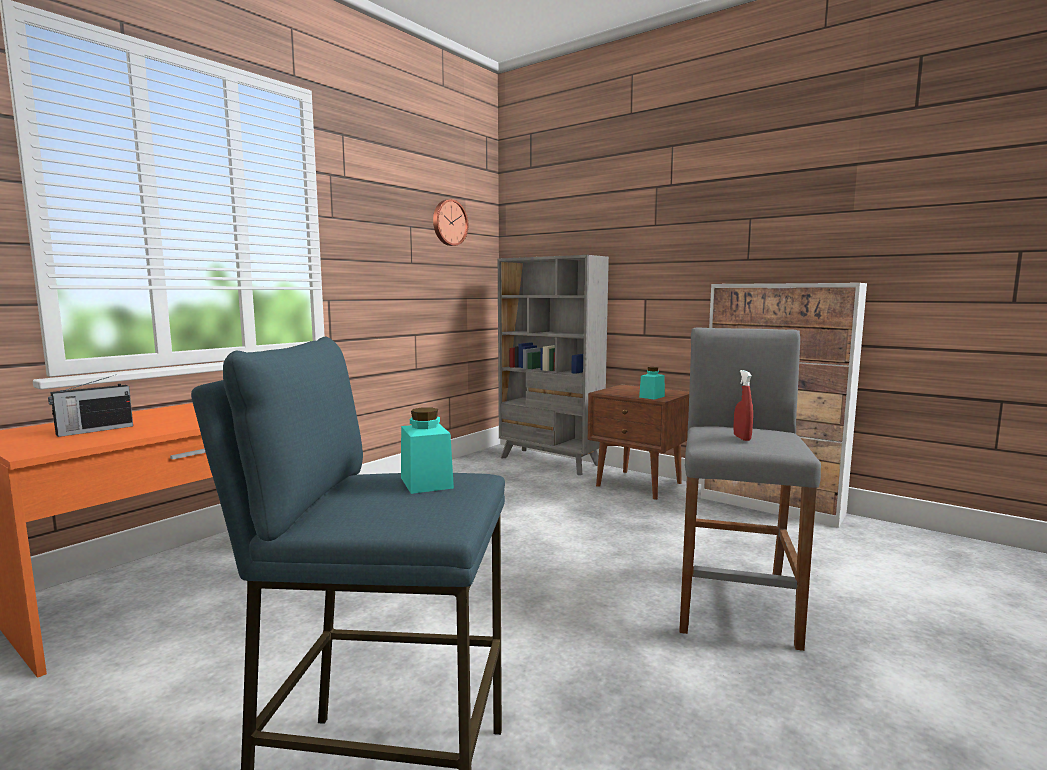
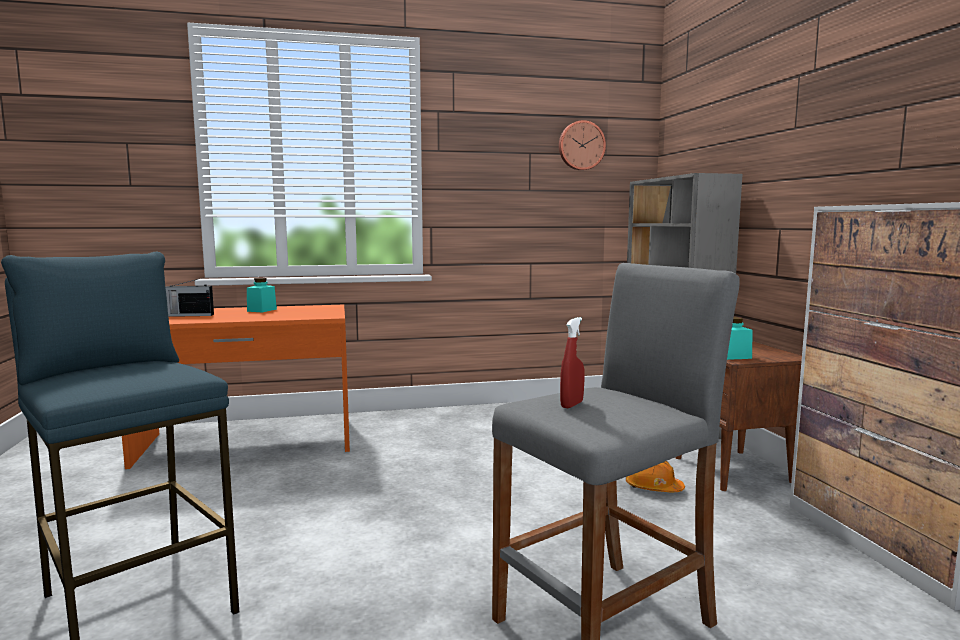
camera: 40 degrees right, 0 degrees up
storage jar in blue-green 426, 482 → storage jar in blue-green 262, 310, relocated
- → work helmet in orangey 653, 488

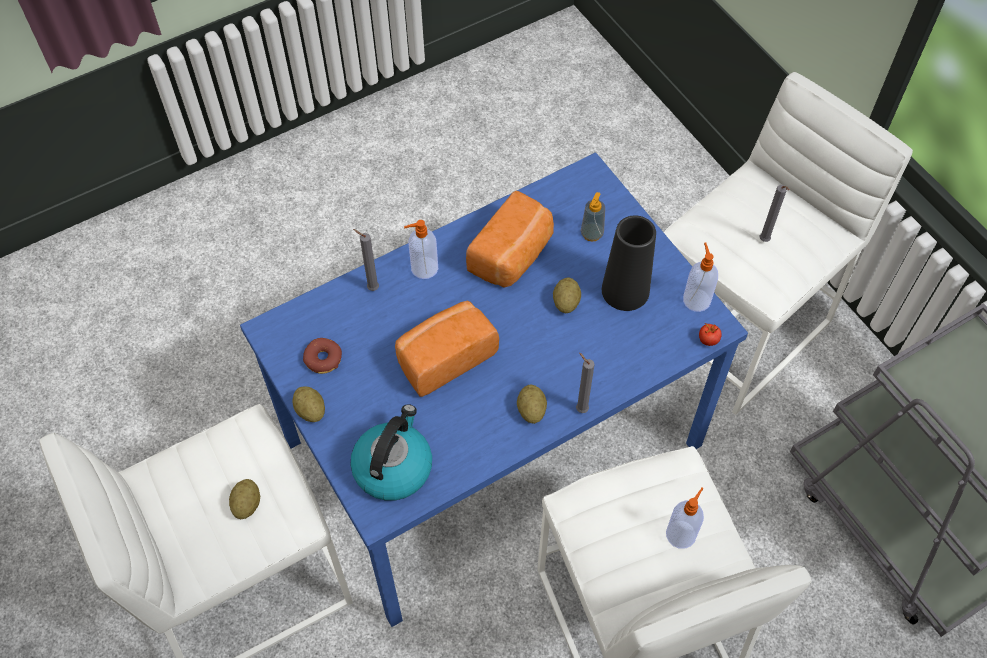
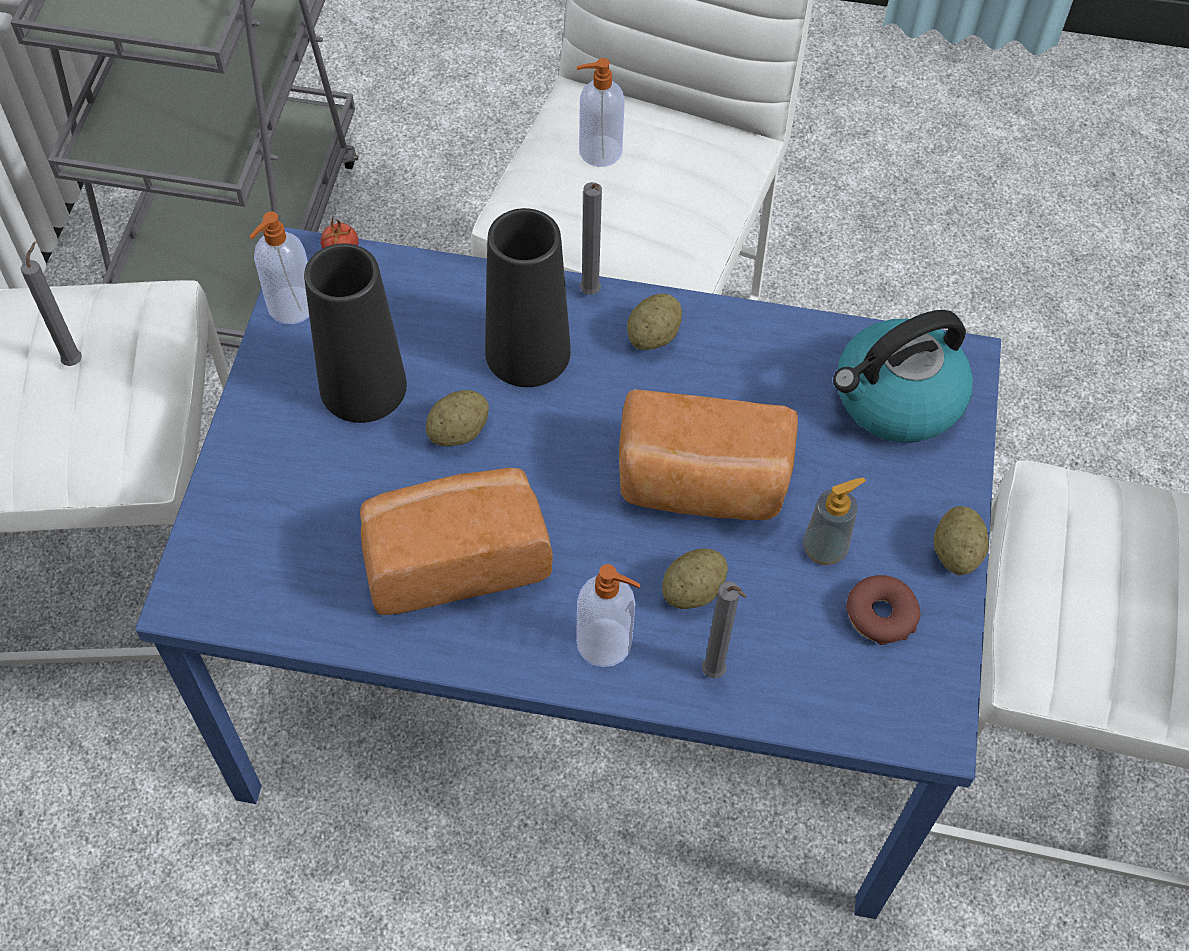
camera: 140 degrees left, 0 degrees up
whole potato 247, 504 → whole potato 693, 590, relocated
liquid soap bottle 591, 234 → liquid soap bottle 824, 548, relocated
- → vase in blackish 527, 352

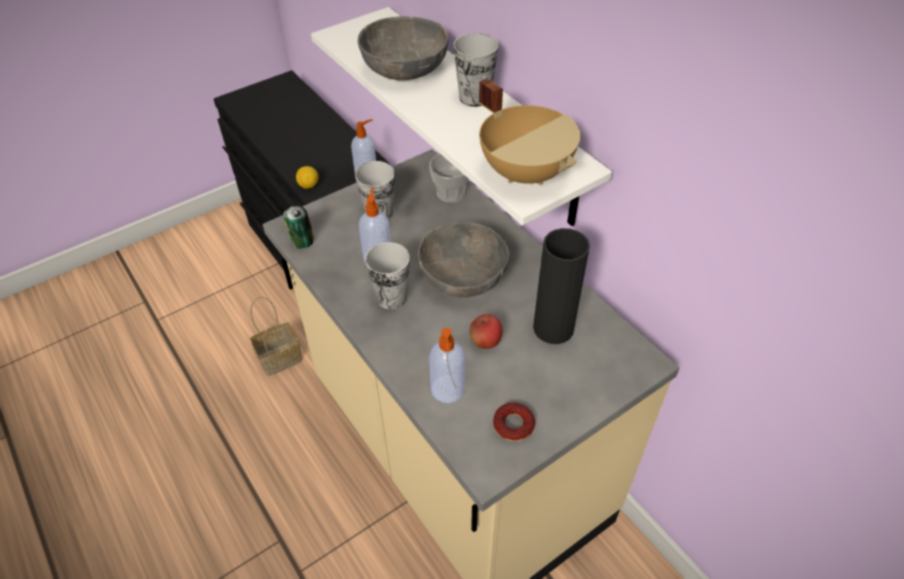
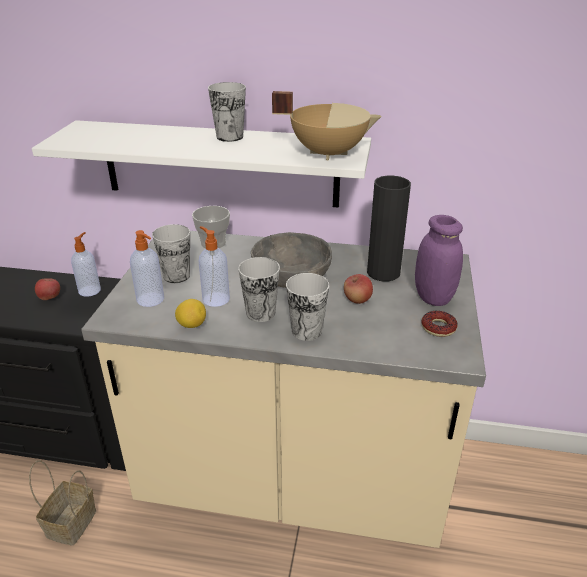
camera: 45 degrees left, 15 degrees down
sealed can 302, 242 → -
lemon 308, 185 → lemon 192, 325, relocated
deep dish in greyish 405, 70 → -
liquid soap bottle 447, 390 → liquid soap bottle 151, 299, relocated
- → apple 49, 298
- → small cup 306, 331
- → storage jar in purple 433, 297

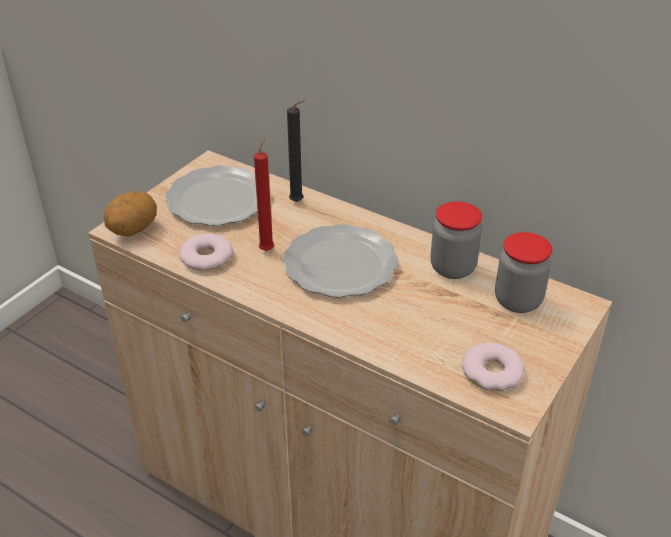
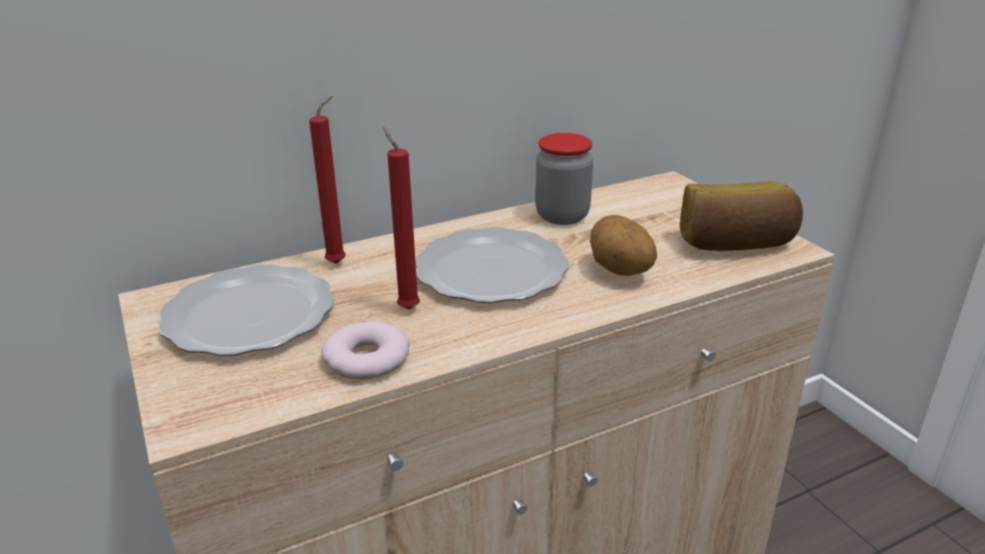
camera: 60 degrees left, 10 degrees down
whole potato 133, 230 → whole potato 619, 271, relocated
wax light in blackish 298, 202 → wax light in red-coloured 339, 262
doughnut 492, 372 → baked bread 736, 243
storage jar 518, 301 → -

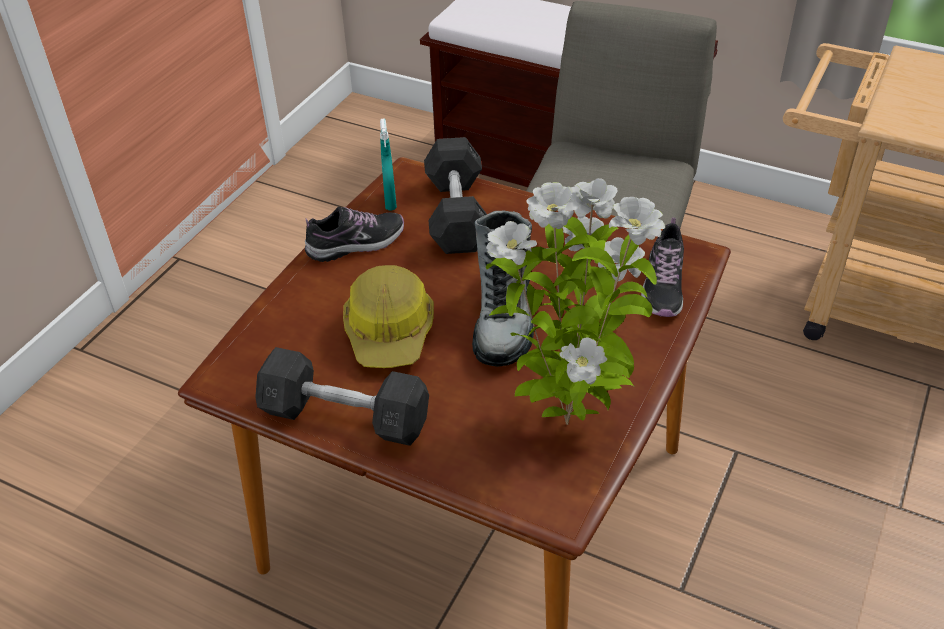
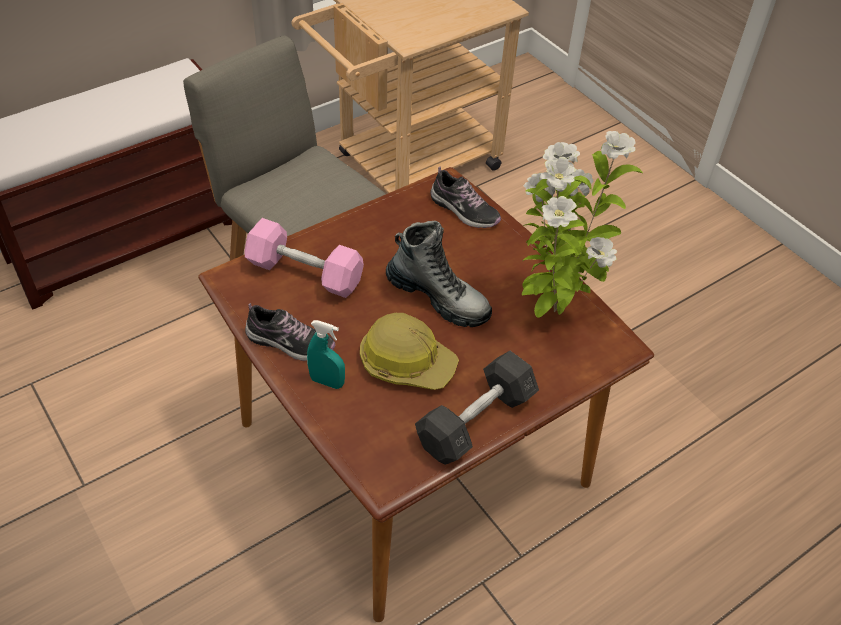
camera: 65 degrees left, 5 degrees up
item of footwear 356, 244 → item of footwear 290, 343, 105 degrees clockwise
sprayer in blue-green 390, 201 → sprayer in blue-green 327, 382, relocated
hand weight in greyish 456, 214 → hand weight in pink 305, 273

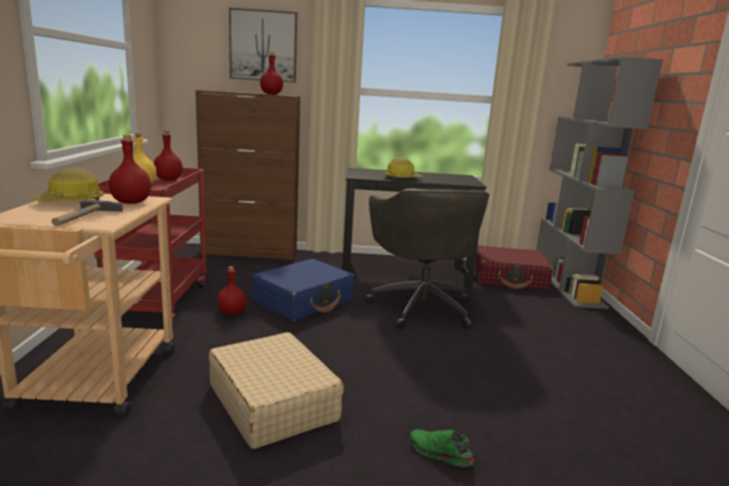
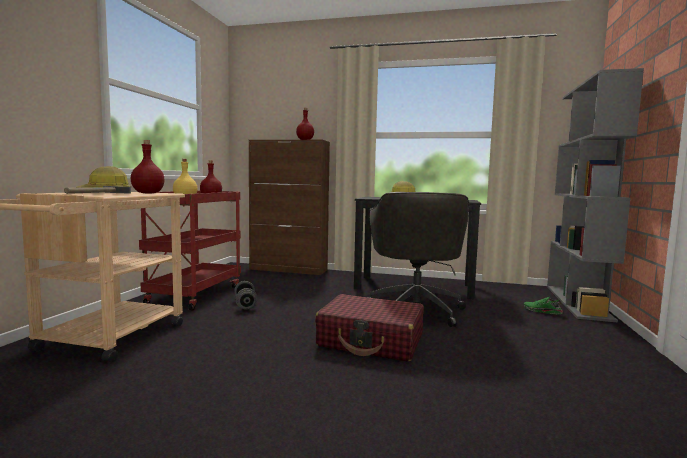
camera: 15 degrees right, 10 degrees down
suitcase in sand-coloured 273, 402 → -
bottle in red-coloured 231, 313 → hand weight in greyish 245, 304
wall art 263, 46 → -
suitcase in blue 304, 301 → -
item of footwear in greenish 439, 454 → item of footwear in greenish 542, 312, relocated
suitcase in red-coloured 509, 278 → suitcase in red-coloured 371, 341, relocated

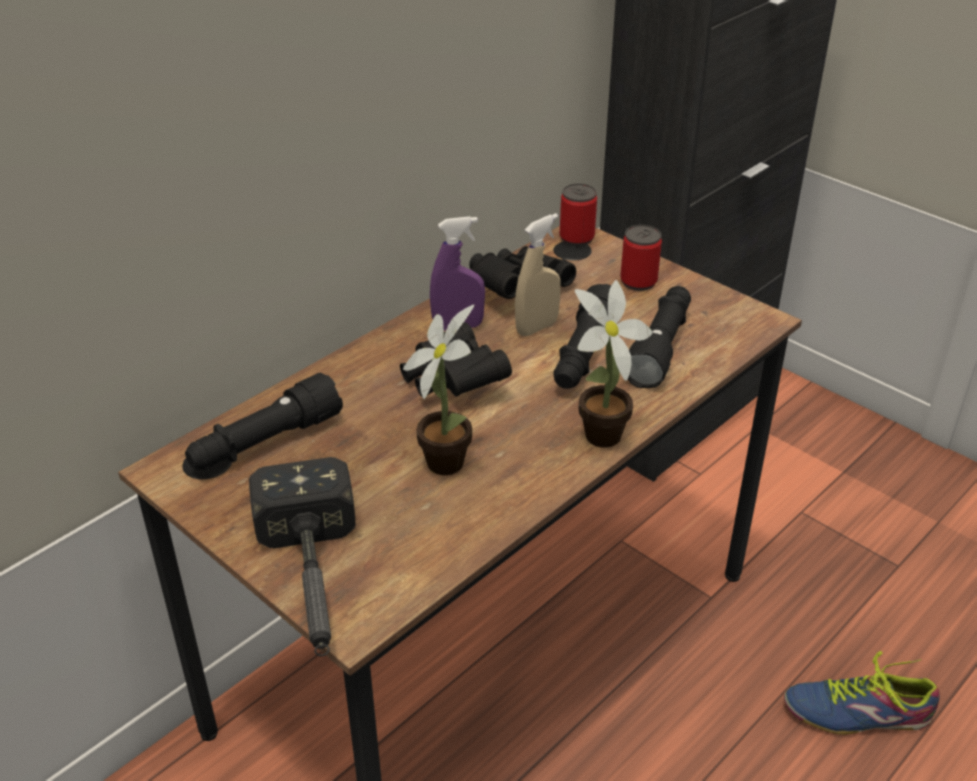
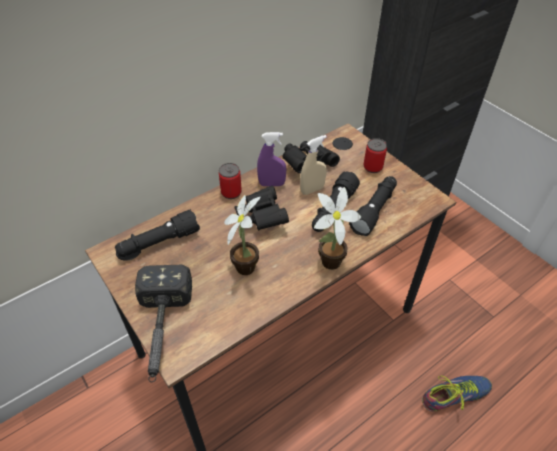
camera: 10 degrees right, 10 degrees up
sealed can 576, 238 → sealed can 231, 192, relocated
item of footwear 858, 713 → item of footwear 454, 395, 150 degrees clockwise

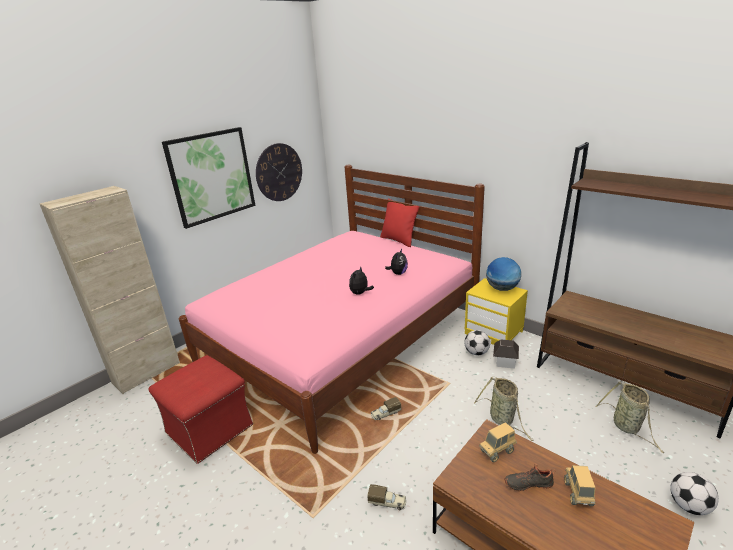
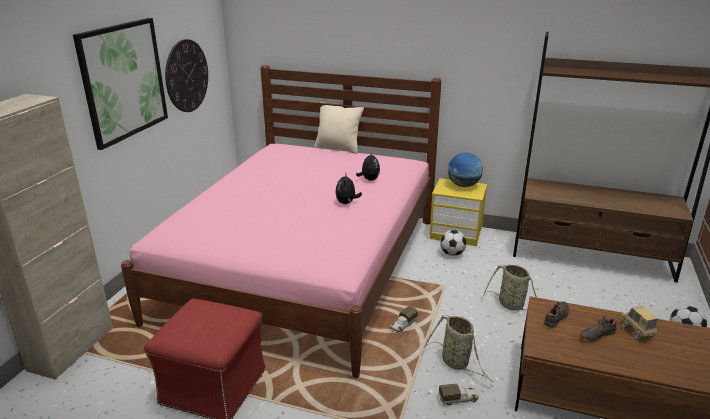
camera: 25 degrees left, 0 degrees up
throw pillow in red-coloured 399, 240 → throw pillow in sand-coloured 338, 148
toy lorry 497, 451 → item of footwear in blackish 556, 318
miniature house 505, 361 → -
household basket 627, 427 → household basket 457, 363, relocated

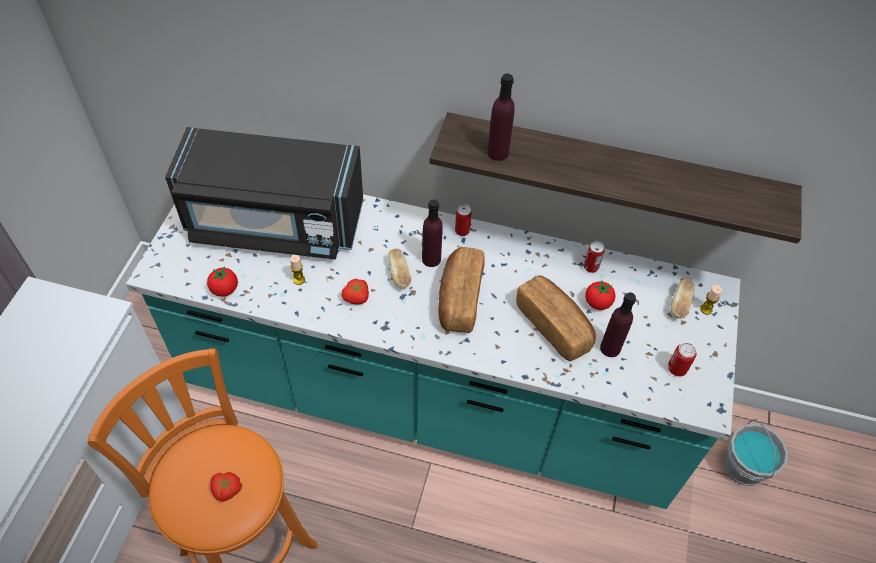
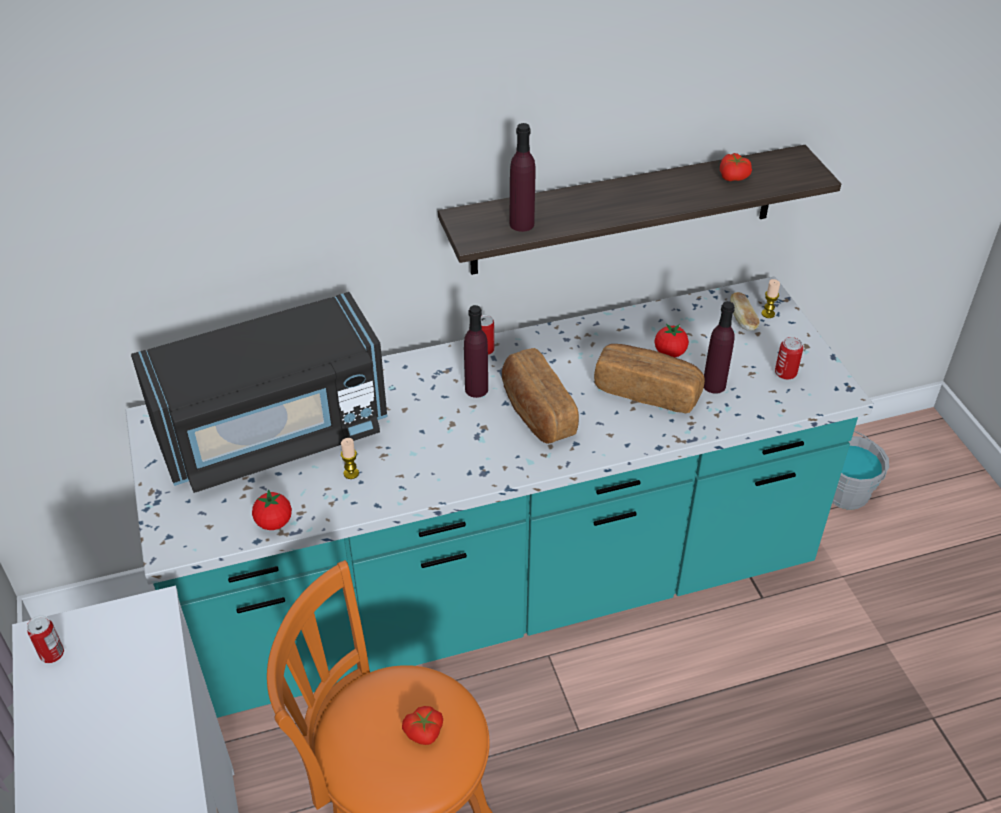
camera: 30 degrees left, 10 degrees down
fresh tomato 357, 297 → fresh tomato 734, 177, relocated
baked bread 399, 274 → -
sealed can 590, 267 → sealed can 52, 654, relocated

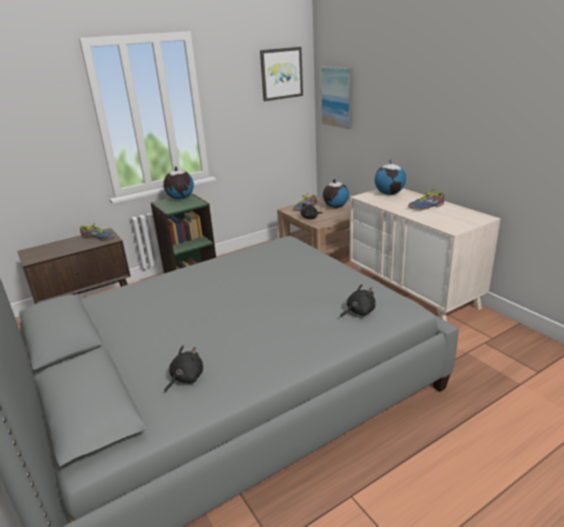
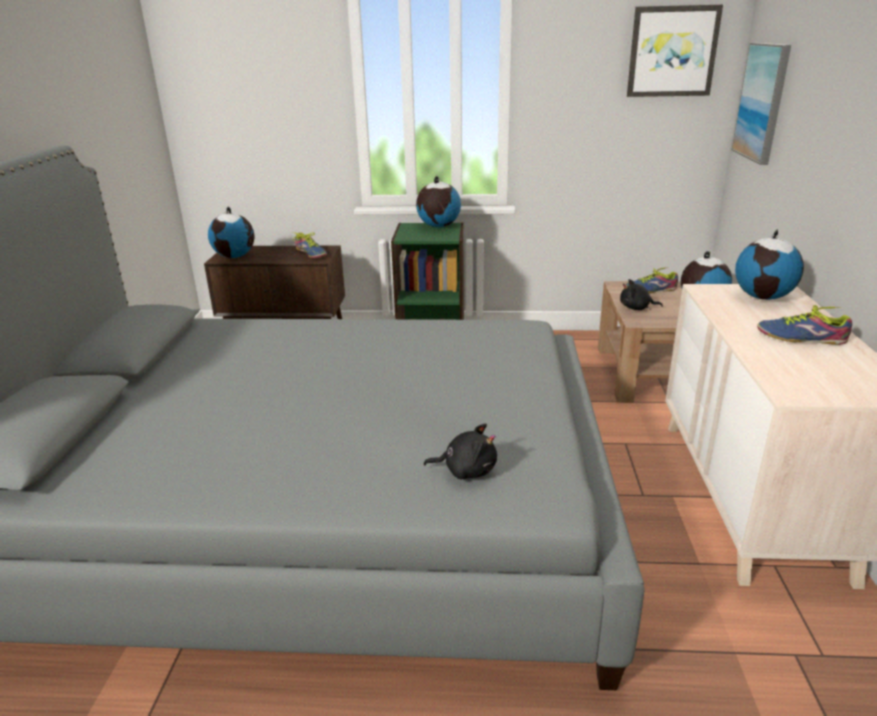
camera: 35 degrees right, 0 degrees up
soft toy in blackish 185, 378 → -
- → world globe 235, 256

